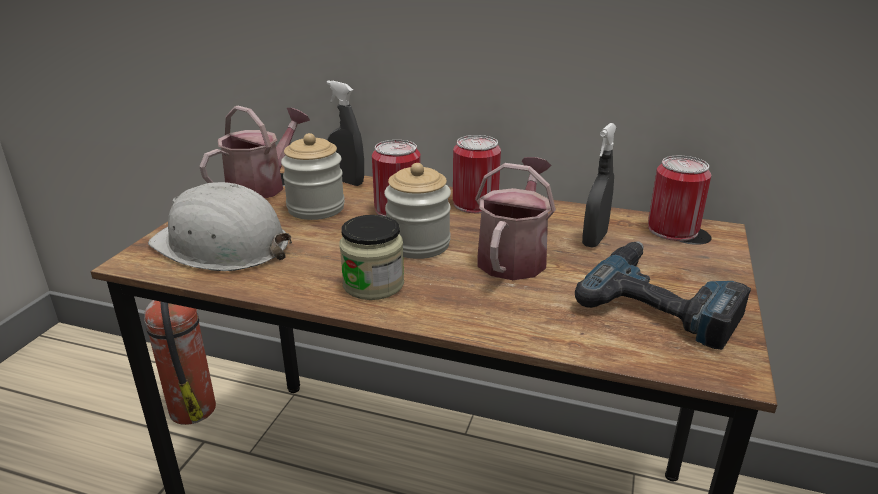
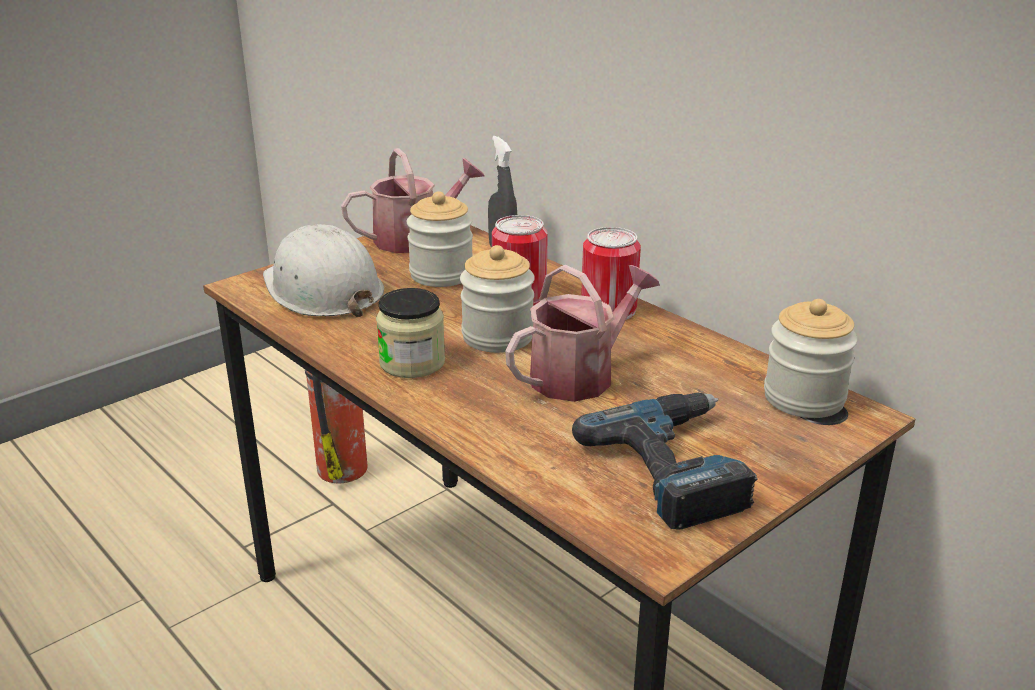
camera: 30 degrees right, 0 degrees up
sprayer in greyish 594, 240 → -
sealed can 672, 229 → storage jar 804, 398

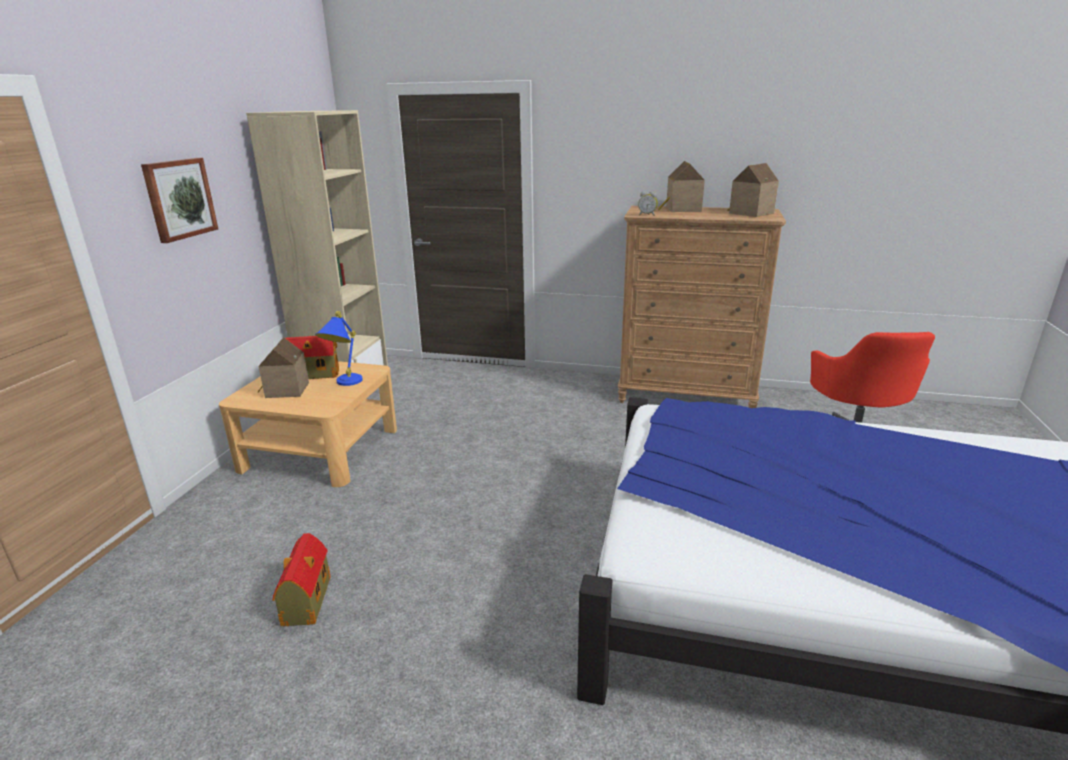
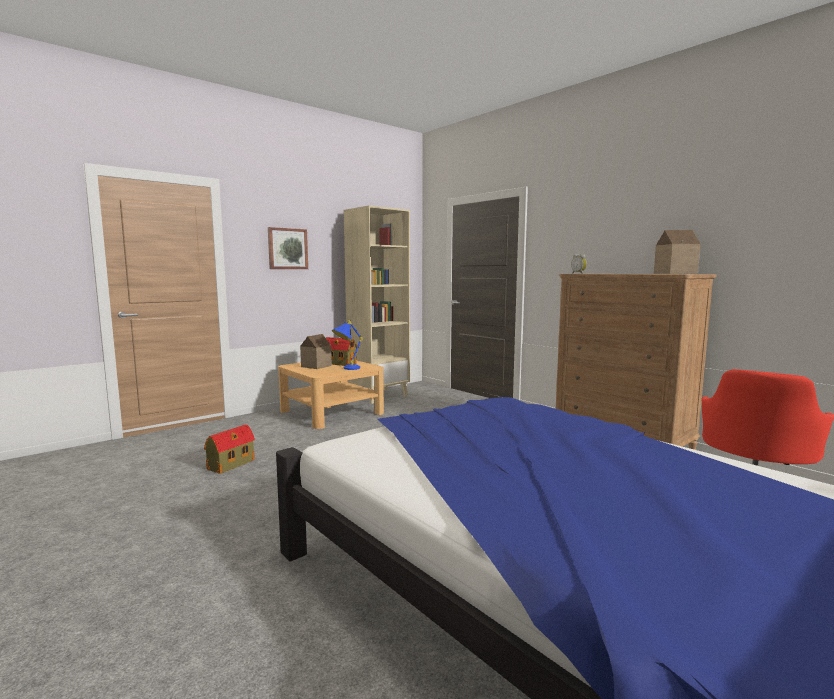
camera: 35 degrees right, 15 degrees down
miniature house 681, 209 → -

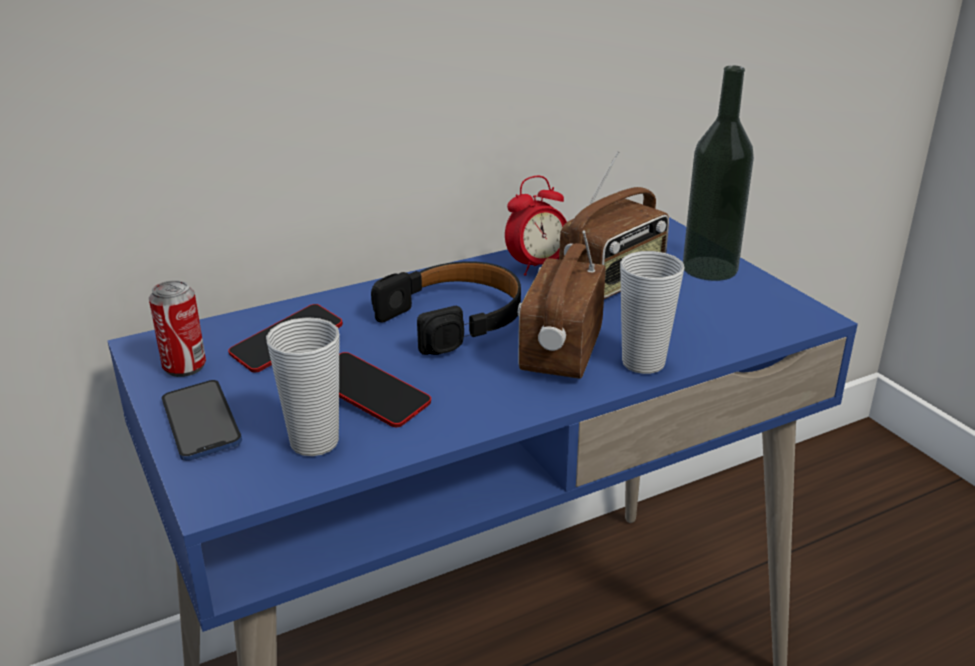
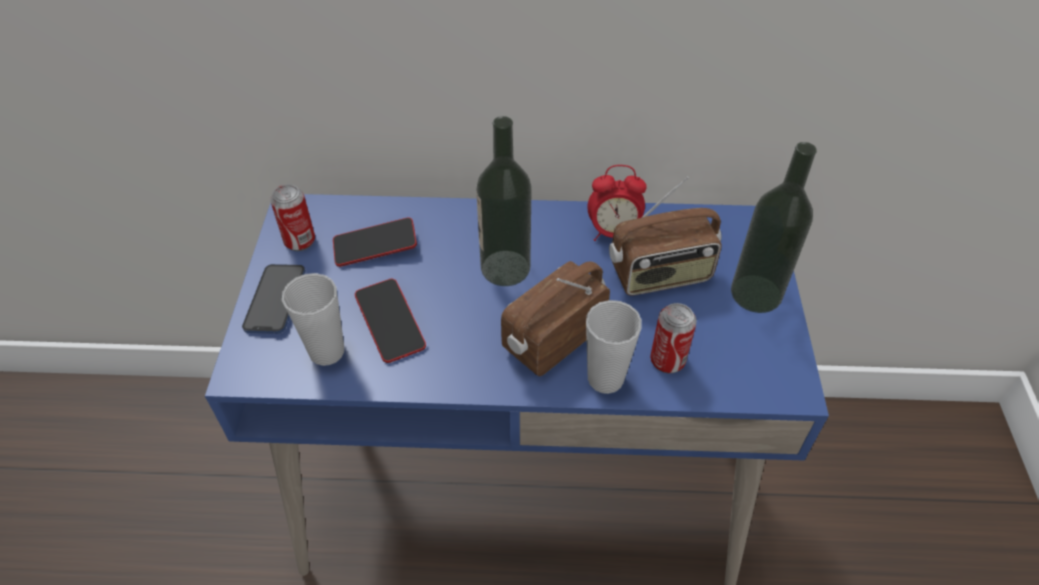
camera: 30 degrees right, 20 degrees up
headphones in blackish 454, 319 → bottle 505, 268
- → sealed can 667, 360

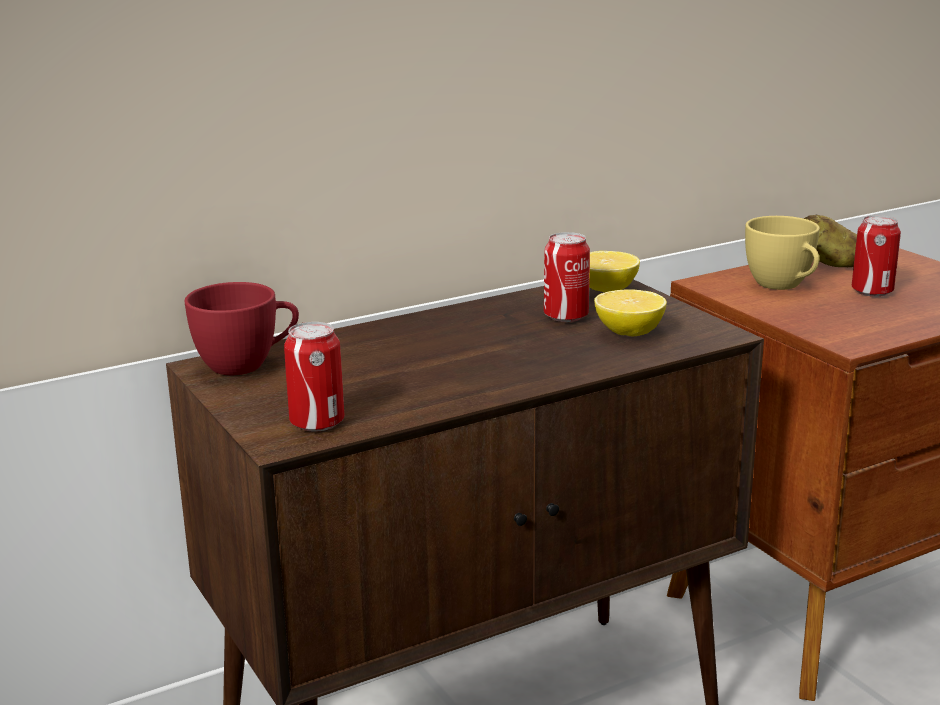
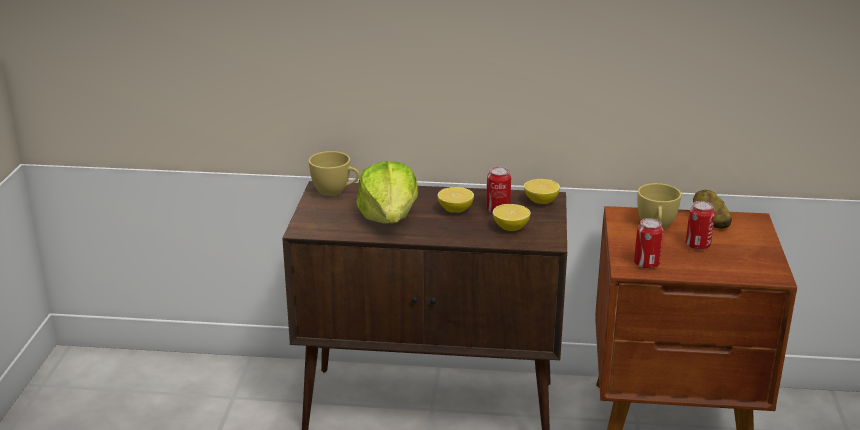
camera: 35 degrees right, 5 degrees up
small cup in red-coloured 247, 364 → small cup in yellowish 335, 191
sealed can 317, 422 → sealed can 646, 264, relocated
- → head of lettuce 389, 217
- → lemon 455, 210

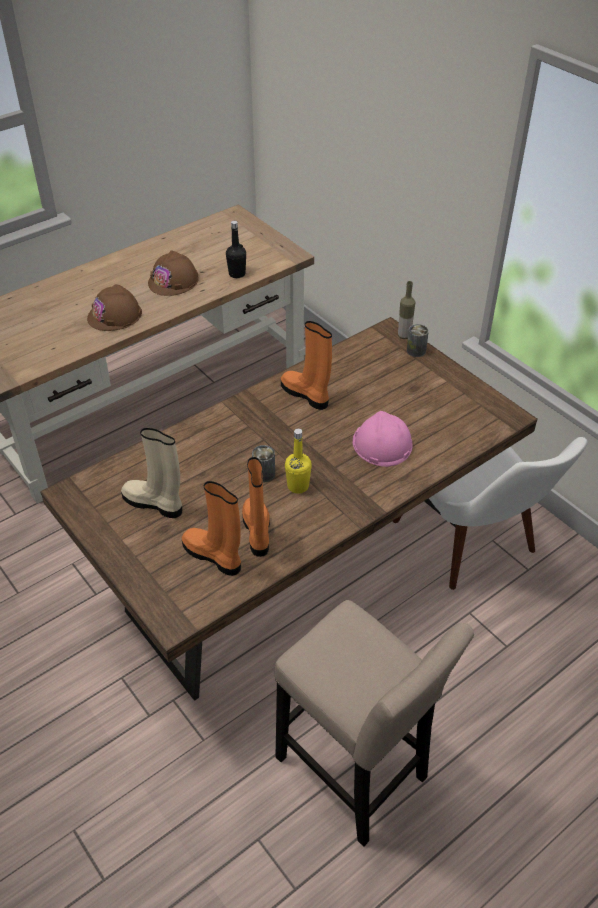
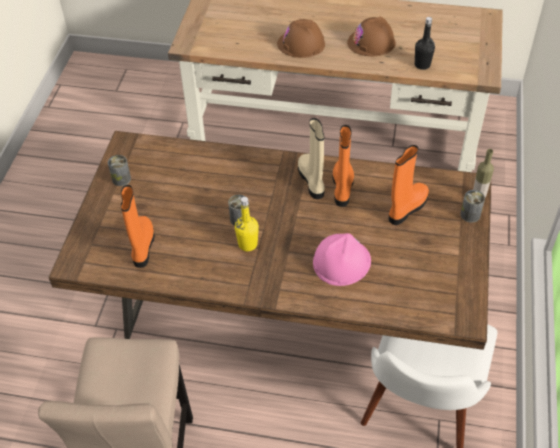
camera: 50 degrees right, 5 degrees up
high-top boot in sand-coloured 154, 504 → high-top boot in sand-coloured 312, 180, relocated
high-top boot in orangey 257, 531 → high-top boot in orangey 407, 208, relocated
- → sealed can 121, 179

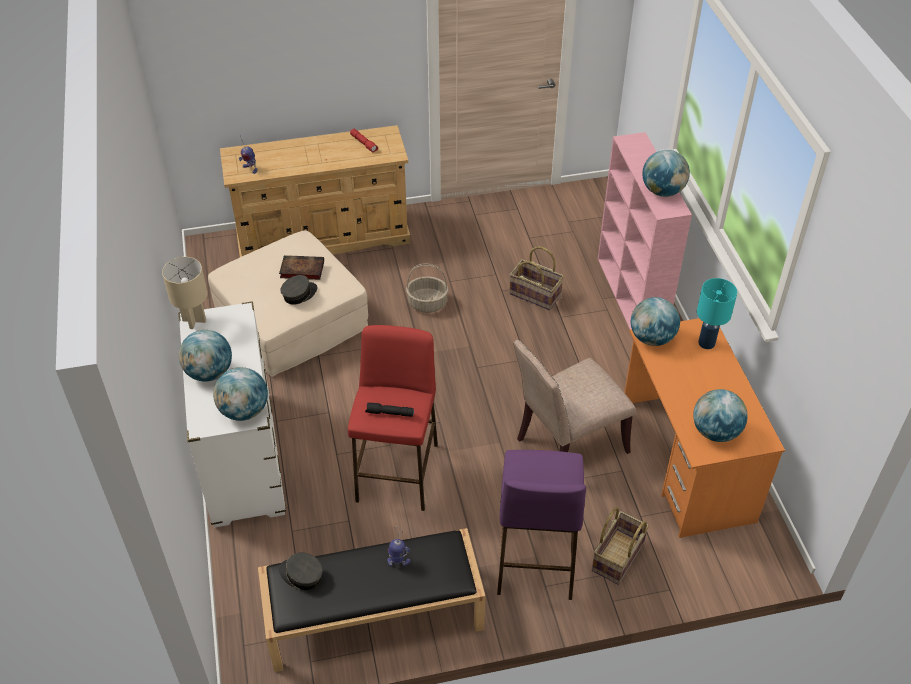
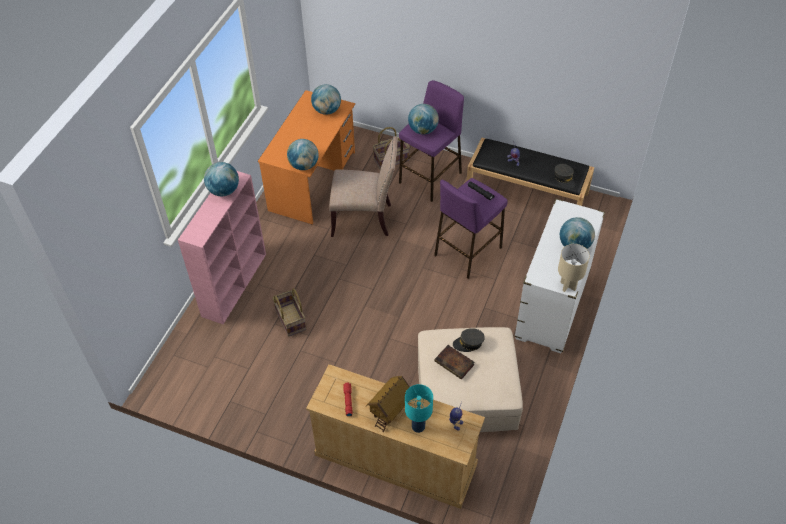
camera: 145 degrees left, 5 degrees up
world globe 244, 411 → world globe 423, 130, relocated
stool in red-coloured 397, 472 → stool in purple 467, 252
household basket 428, 303 → -
lamp for a table in blue-green 706, 343 → lamp for a table in blue-green 418, 426, relocated
- → miniature house 390, 409

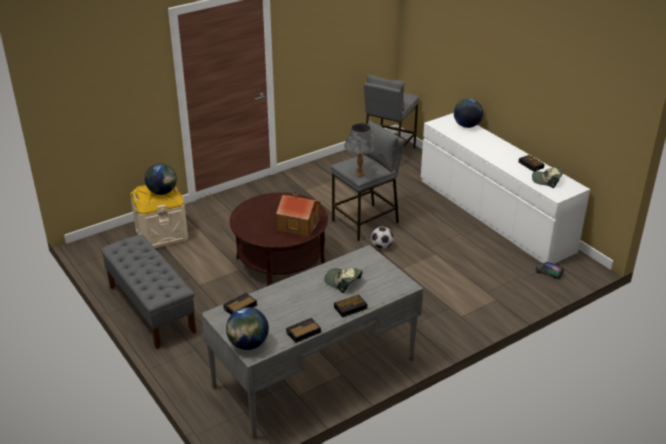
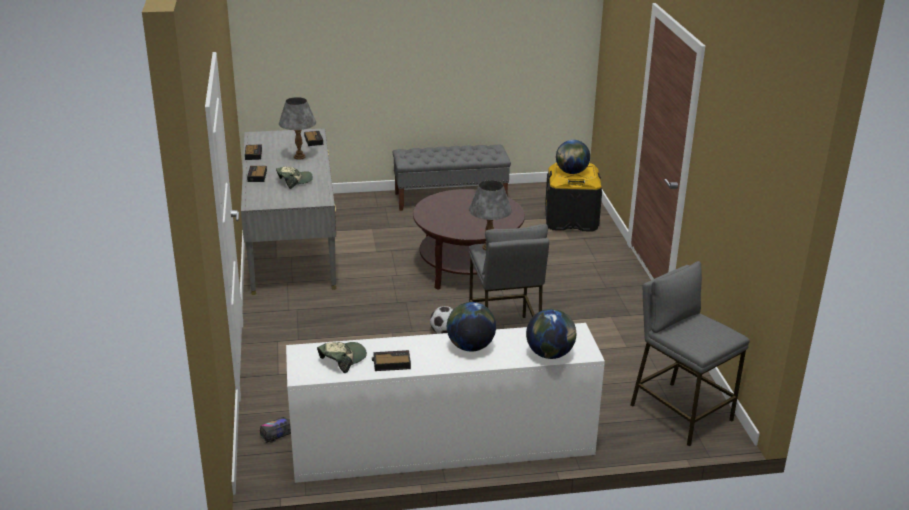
camera: 115 degrees right, 5 degrees down
storage bin in sand-coloured 161, 234 → storage bin in blackish 571, 220
world globe 248, 344 → world globe 470, 347, relocated
miniature house 298, 224 → -
- → lamp for a table in greyish 299, 157

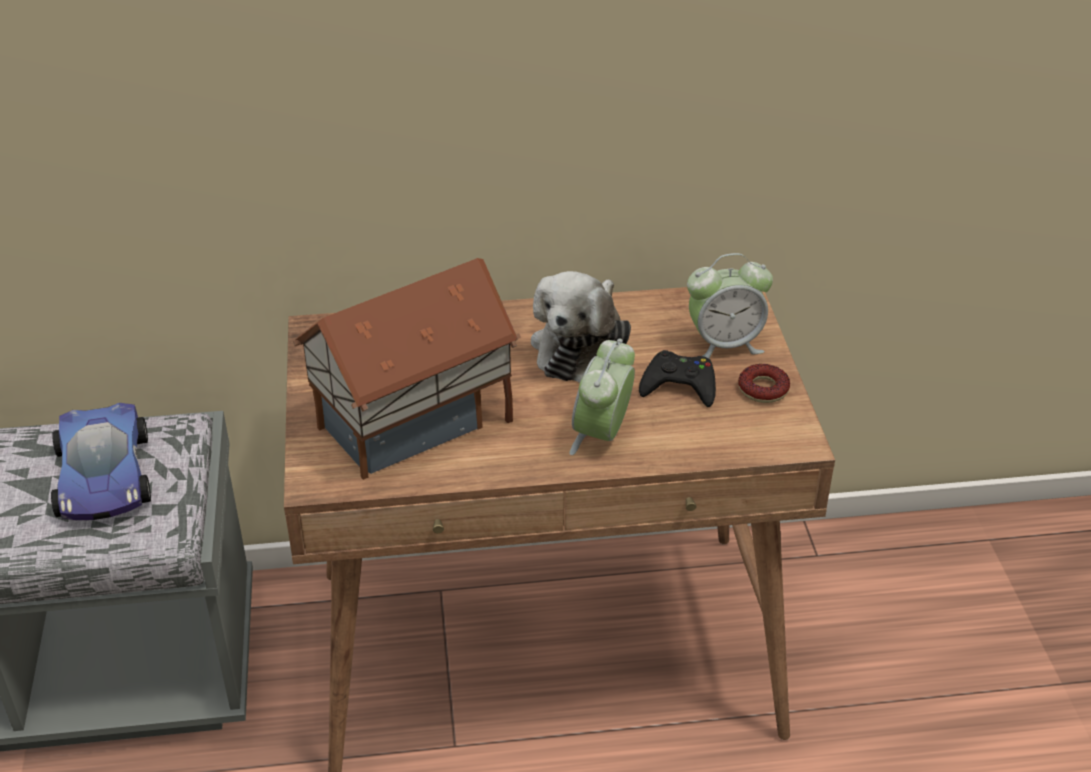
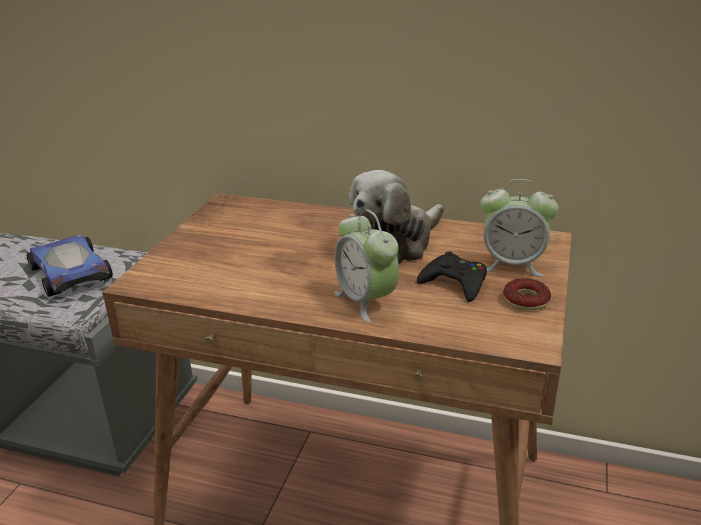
camera: 25 degrees right, 10 degrees down
miniature car 103, 477 → miniature car 70, 272, 135 degrees clockwise
miniature house 416, 425 → -
bedside clock 602, 435 → bedside clock 366, 301, 75 degrees counterclockwise

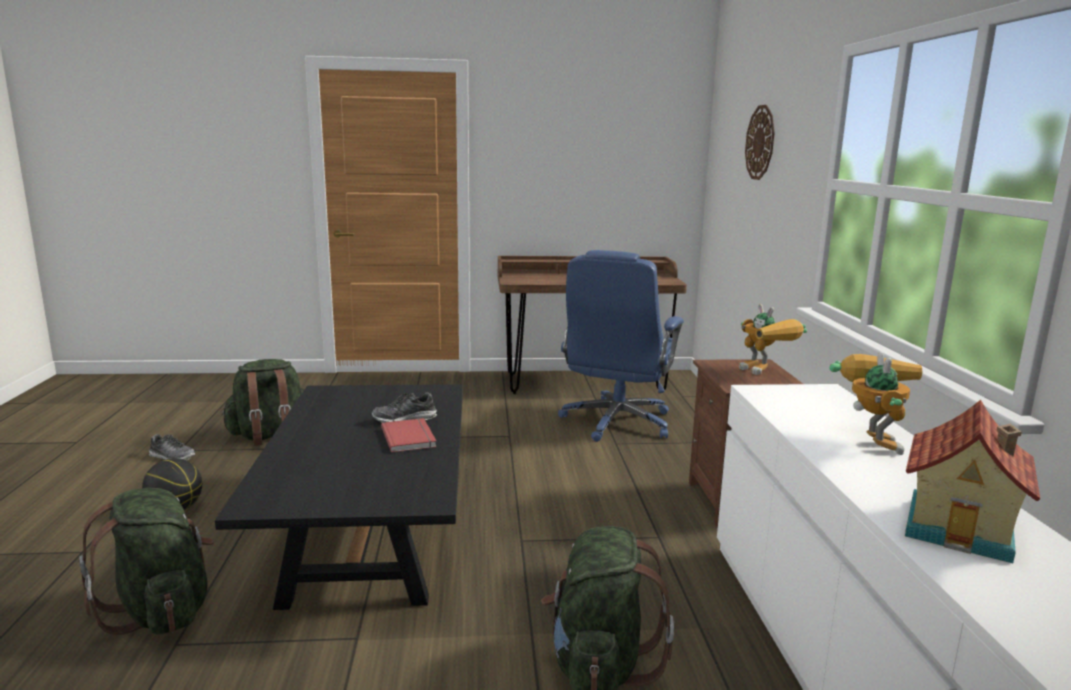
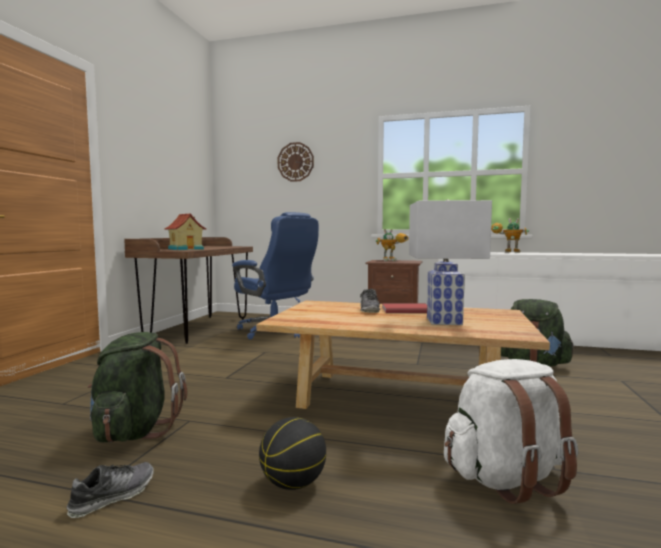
camera: 70 degrees left, 10 degrees down
knapsack in greenish 161, 611 → knapsack in white-coloured 507, 479
coffee table in blackish 371, 536 → coffee table in sand-coloured 397, 398
miniature house 962, 529 → miniature house 186, 249, relocated
- → lamp for a table in white-coloured 443, 322

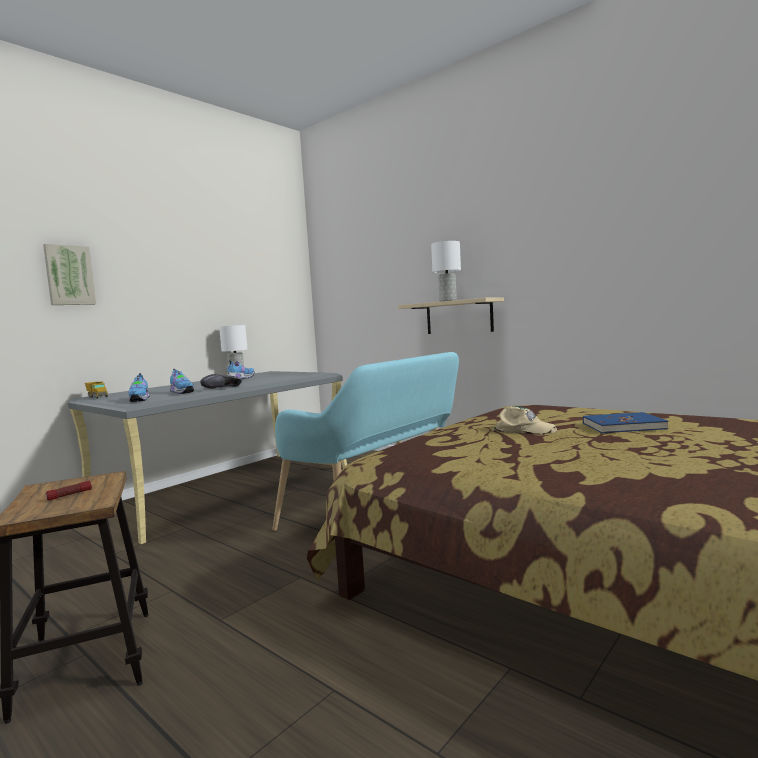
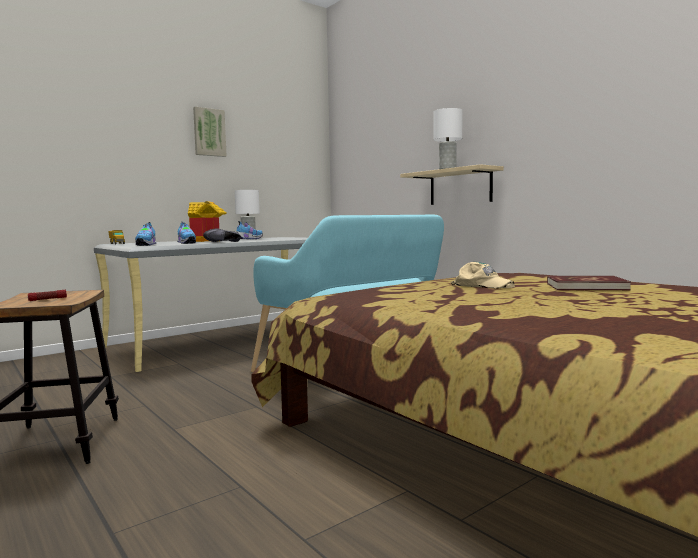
camera: 10 degrees right, 0 degrees up
wall art 69, 275 → wall art 209, 132, relocated
book in blue 623, 426 → book in red-coloured 586, 287
- → miniature house 209, 241

